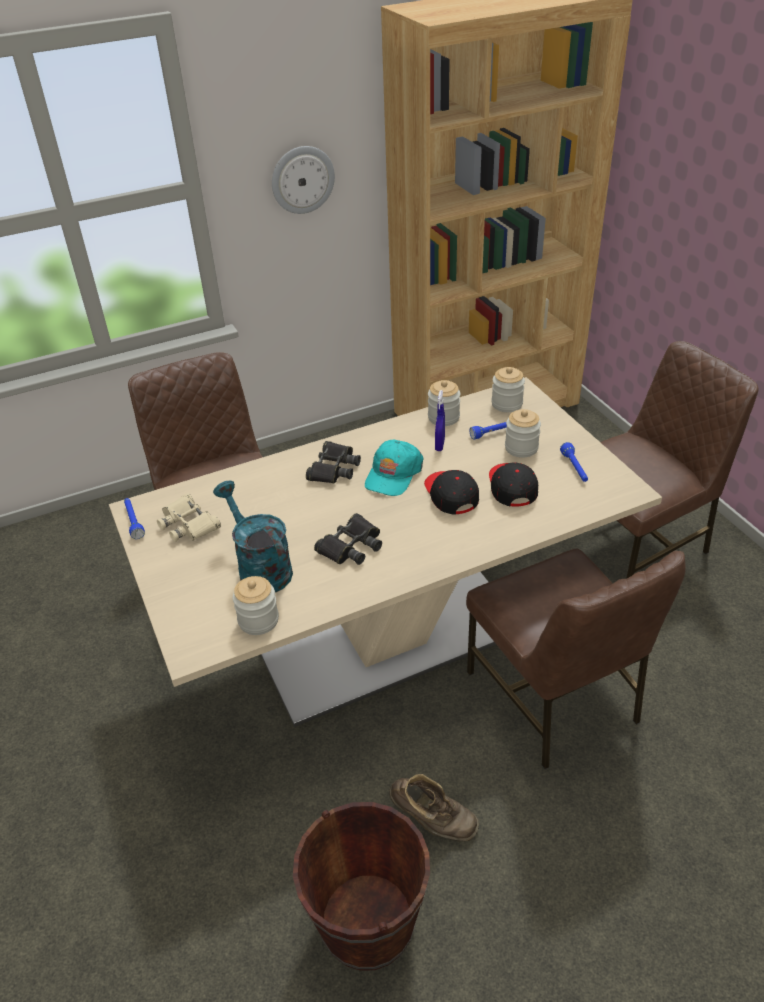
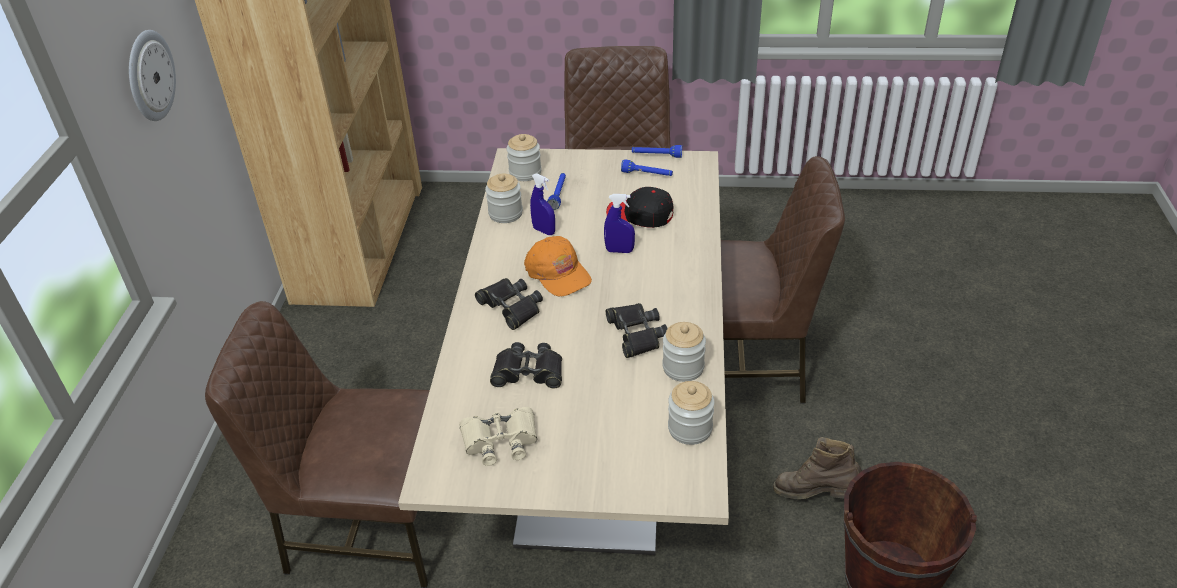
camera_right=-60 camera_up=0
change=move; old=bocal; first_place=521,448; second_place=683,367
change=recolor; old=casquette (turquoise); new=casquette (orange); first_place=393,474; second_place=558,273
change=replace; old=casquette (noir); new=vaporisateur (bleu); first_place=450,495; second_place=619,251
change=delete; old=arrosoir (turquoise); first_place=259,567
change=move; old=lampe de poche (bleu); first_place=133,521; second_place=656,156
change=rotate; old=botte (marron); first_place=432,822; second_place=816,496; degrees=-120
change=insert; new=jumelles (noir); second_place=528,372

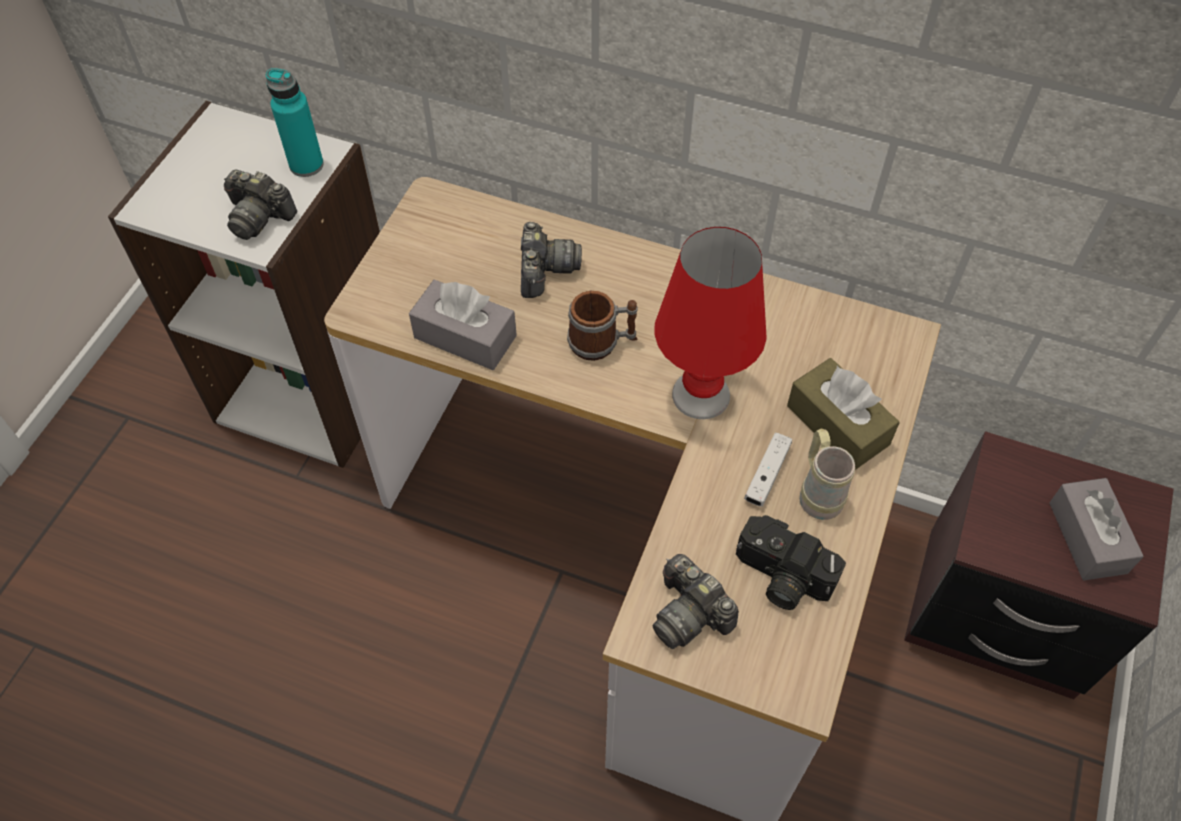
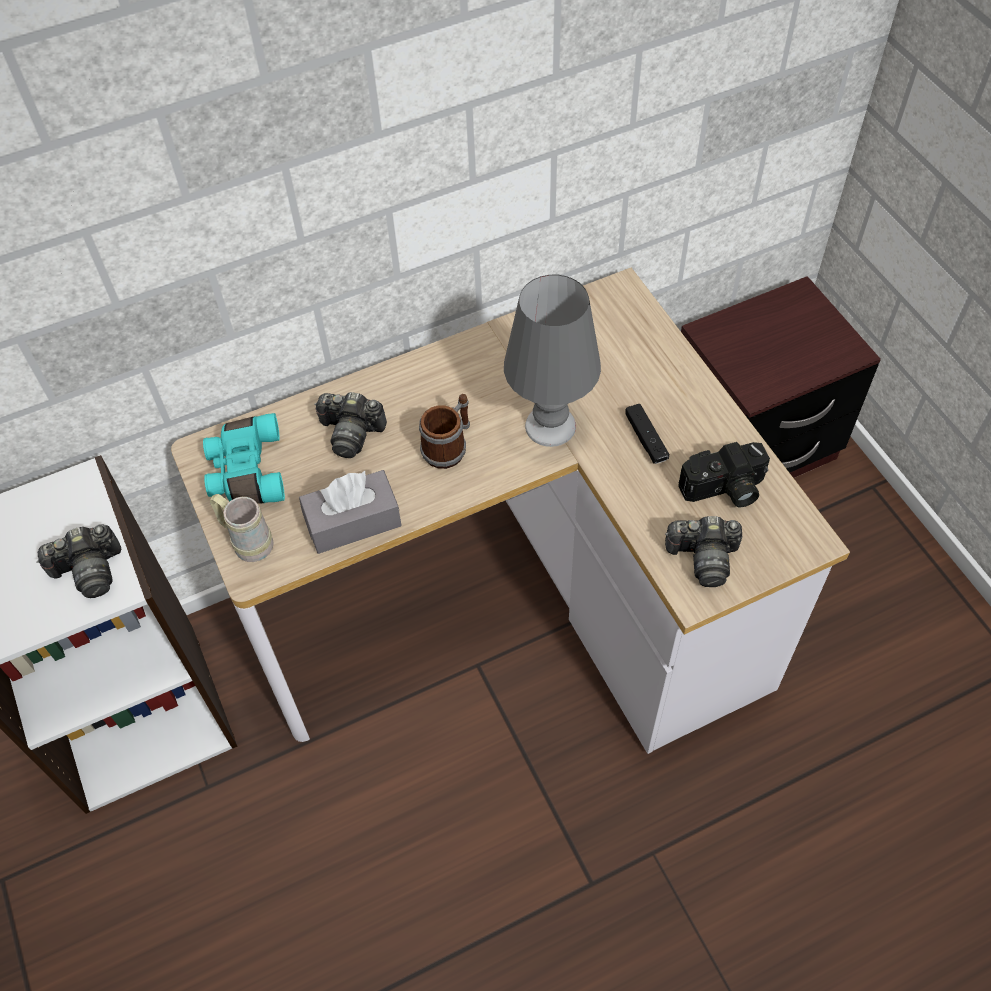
camera_right=-45 camera_up=0
change=delete; old=bouteille (turquoise); first_place=306,165
change=rotate; old=appareil photo; first_place=545,271; second_place=351,433; degrees=150
change=recolor; old=lampe de table (rouge); new=lampe de table (gris); first_place=701,395; second_place=551,426
change=delete; old=boîte à mouchoirs (marron); first_place=837,425
change=move; old=mug (beige); first_place=818,492; second_place=247,542
change=recolor; old=manette (blanc); new=manette (noir); first_place=767,475; second_place=646,439
change=delete; old=boîte à mouchoirs (gris); first_place=1087,537
change=insert; new=jumelles (turquoise); second_place=245,471

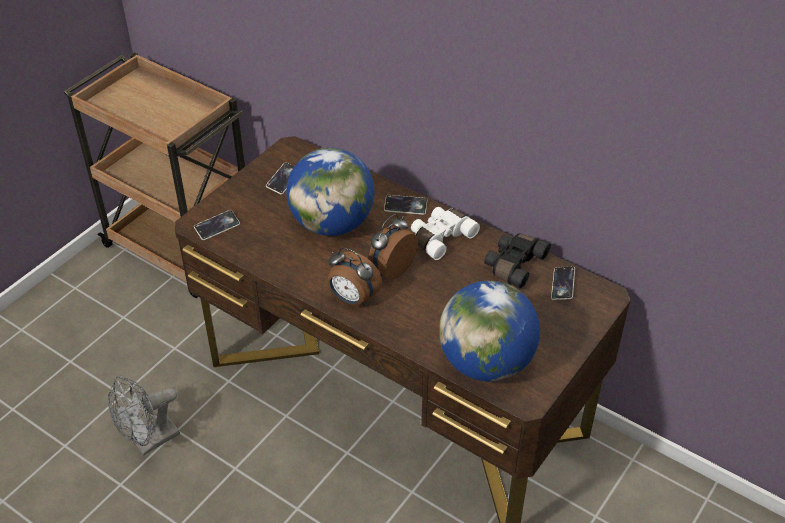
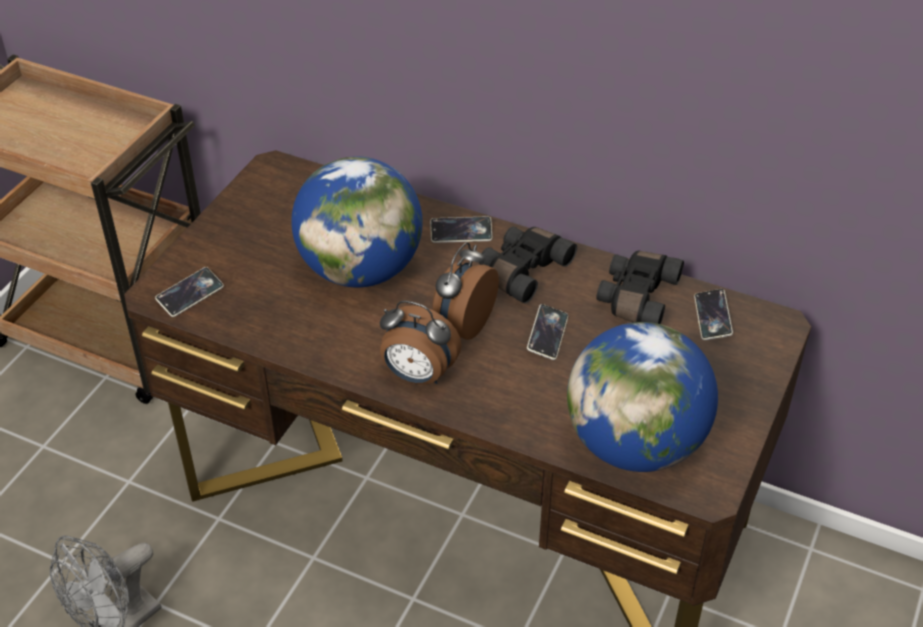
camera_right=-10 camera_up=0
change=move; old=téléphone; first_place=283,180; second_place=547,335
change=recolor; old=jumelles (blanc); new=jumelles (noir); first_place=440,237; second_place=522,270

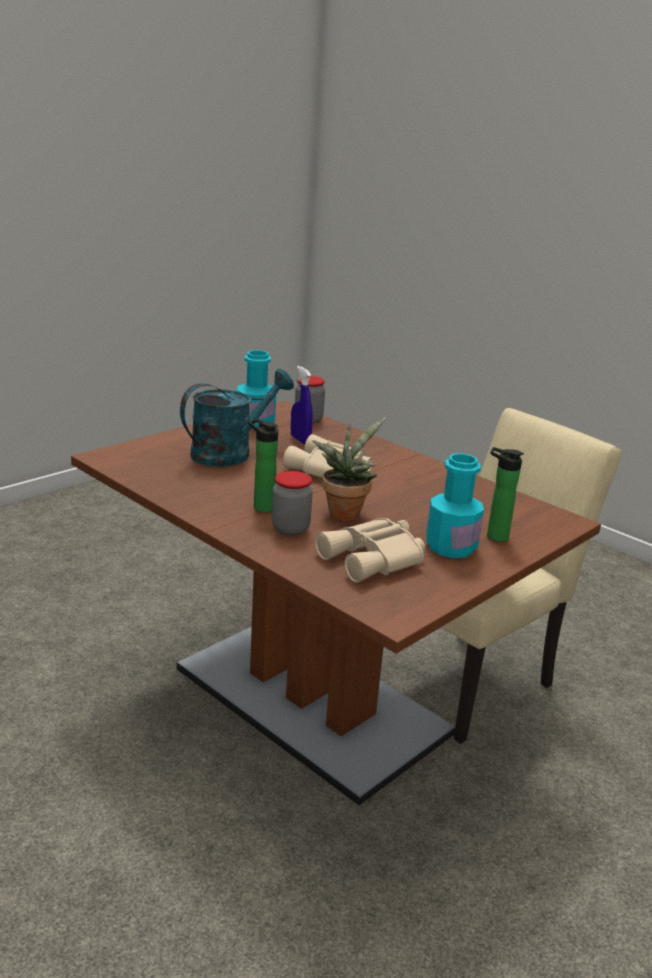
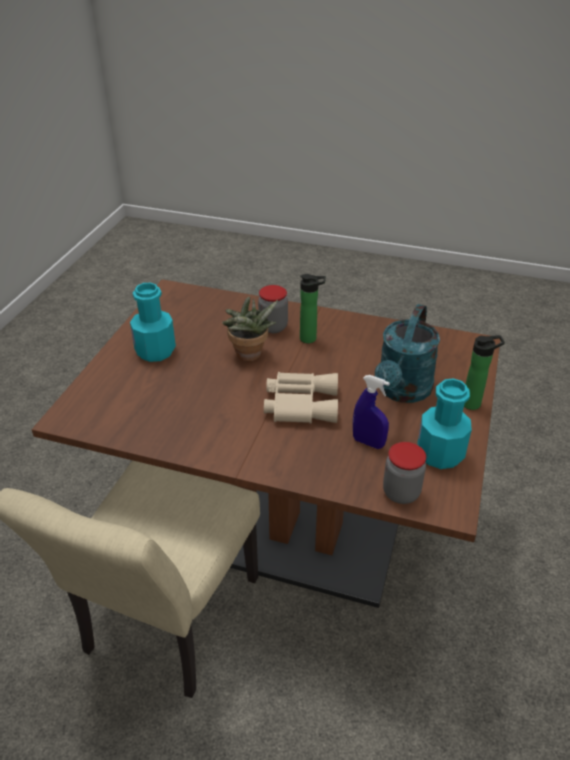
camera_right=155 camera_up=15
change=move; old=bouteille; first_place=493,536; second_place=474,403
change=delete; old=jumelles (beige); first_place=374,559

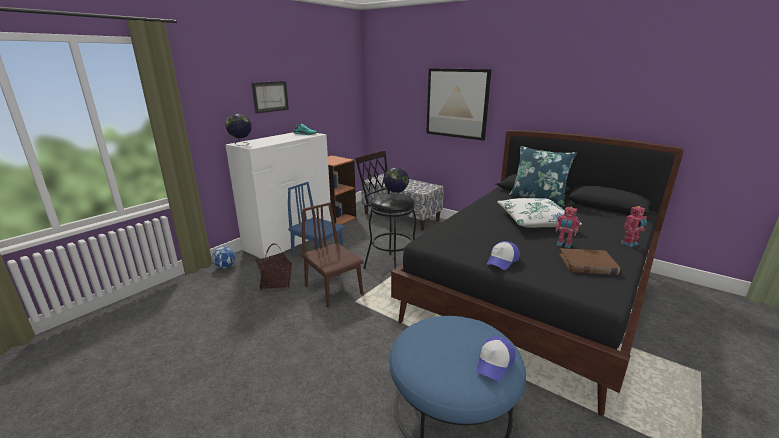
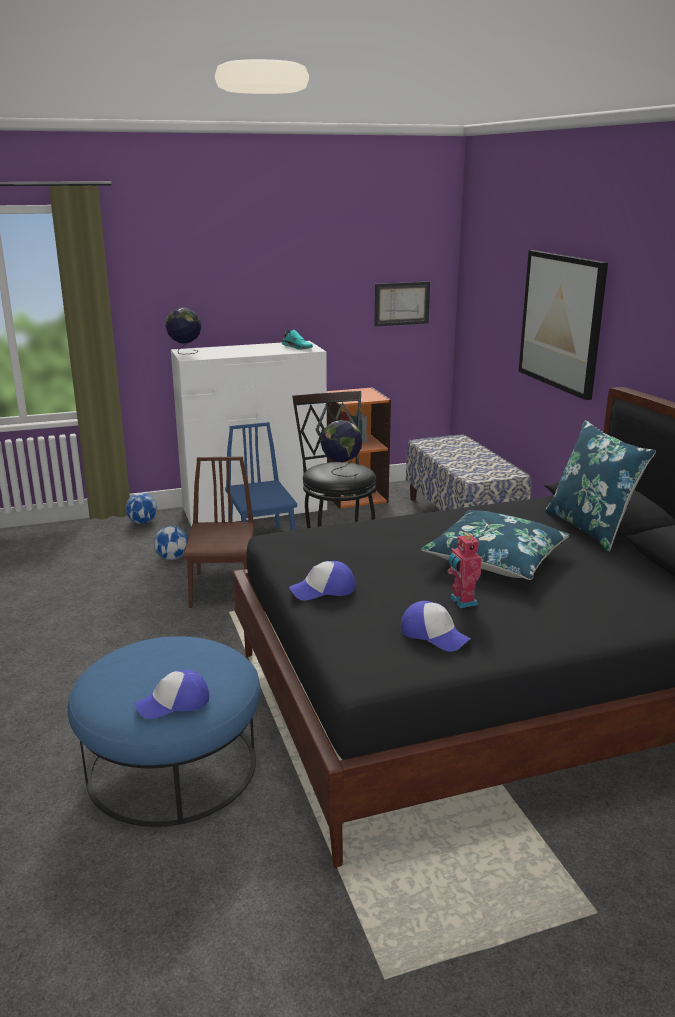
camera_right=35 camera_up=0
change=move; old=tableau; first_place=270,96; second_place=401,303
change=recolor; old=coussin (blanc); new=coussin (bleu); first_place=535,221; second_place=495,558
change=delete; old=robot jouet; first_place=630,244
change=replace; old=panier; new=ballon de foot; first_place=276,282; second_place=172,558
change=replace; old=livre (marron); new=casquette; first_place=587,264; second_place=434,635

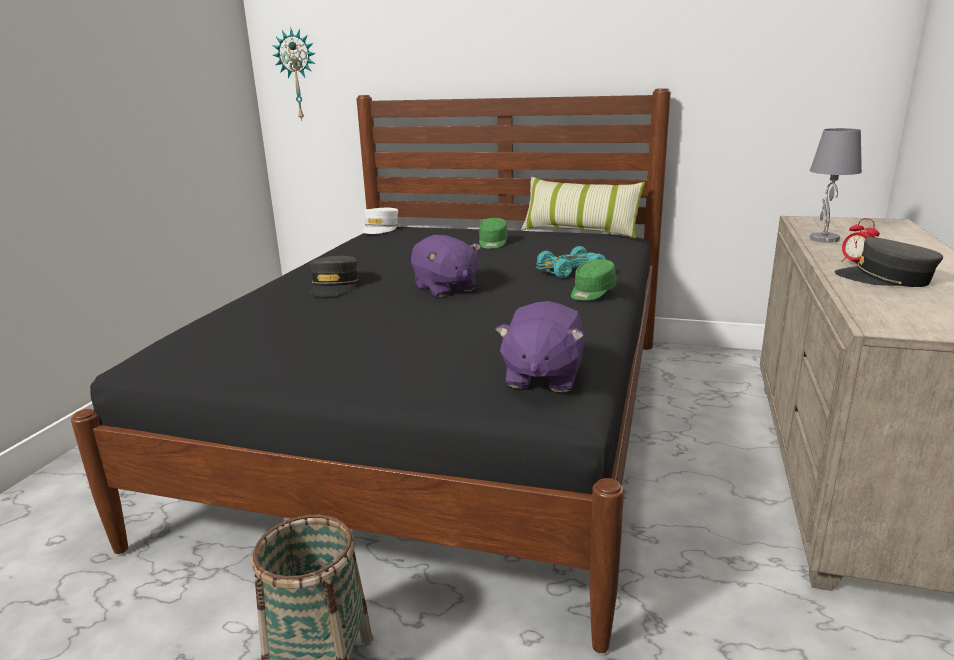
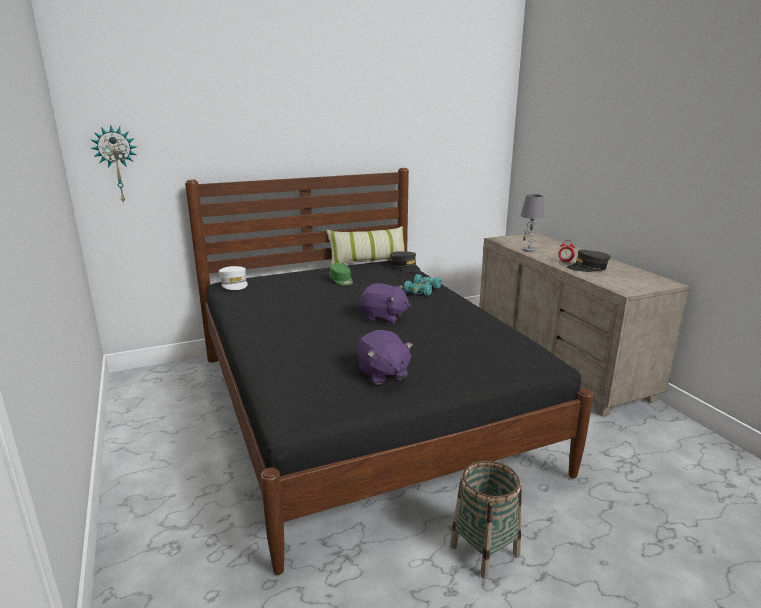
camera_right=-40 camera_up=0
change=move; old=casquette (gris); first_place=334,286; second_place=405,267
change=delete; old=casquette (vert); first_place=591,292
change=move; old=peluche (violet); first_place=542,377; second_place=382,374

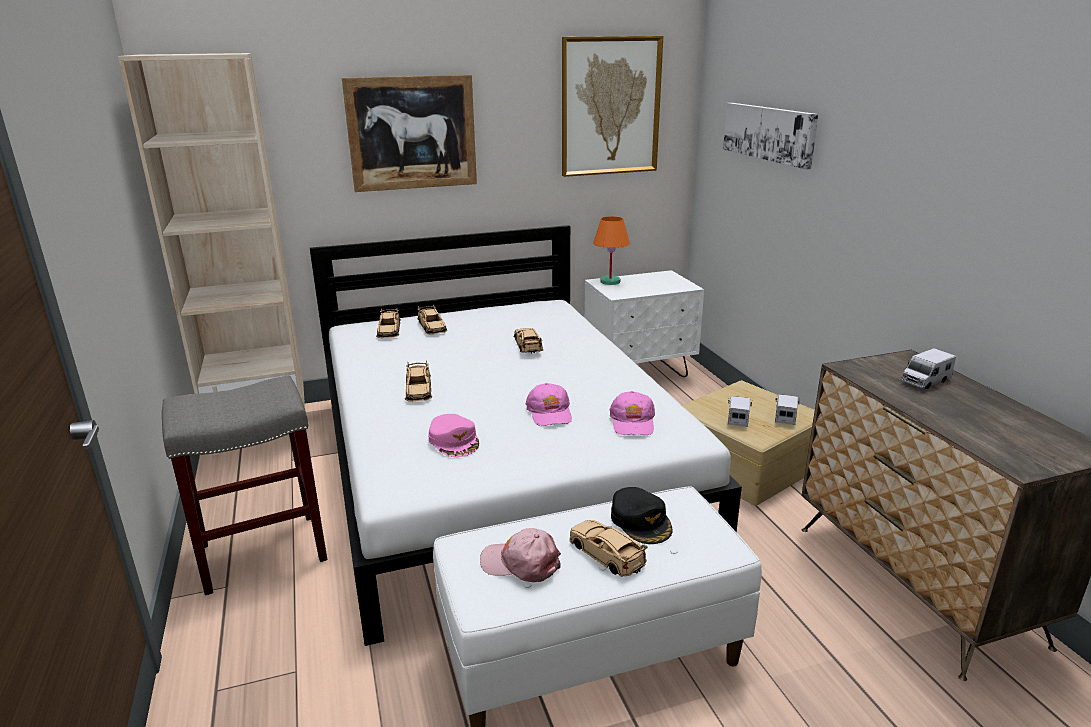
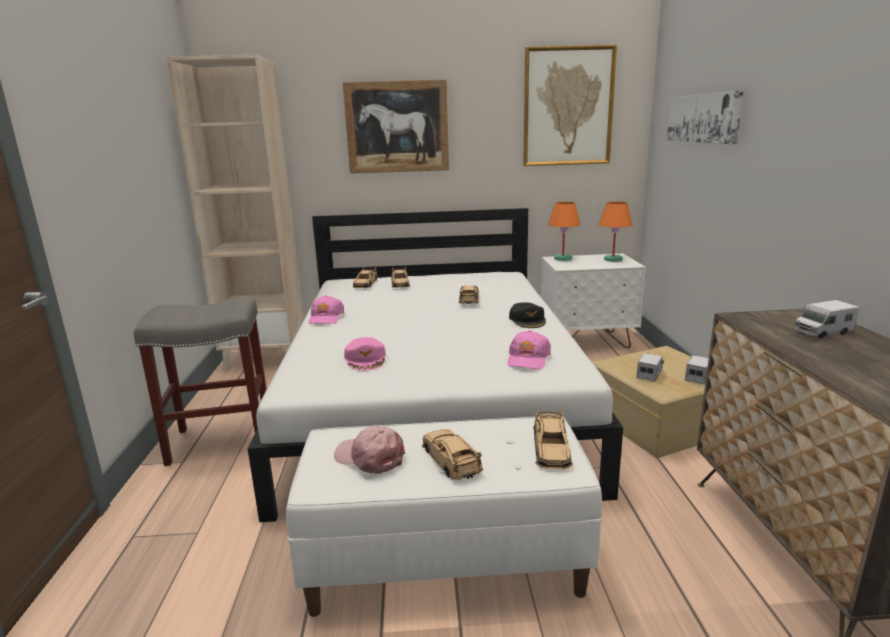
camera_right=15 camera_up=-5
change=move; old=petite voiture (beige); first_place=418,389; second_place=551,449
change=move; old=casquette (rose); first_place=550,412; second_place=326,318
change=move; old=casquette (noir); first_place=641,521; second_place=527,320
change=insert; new=lampe de table (orange); second_place=613,259

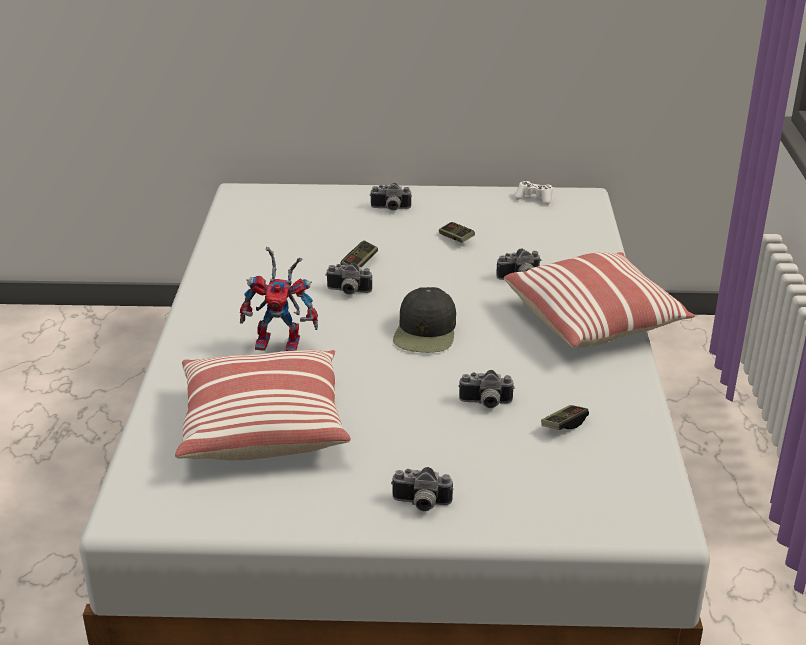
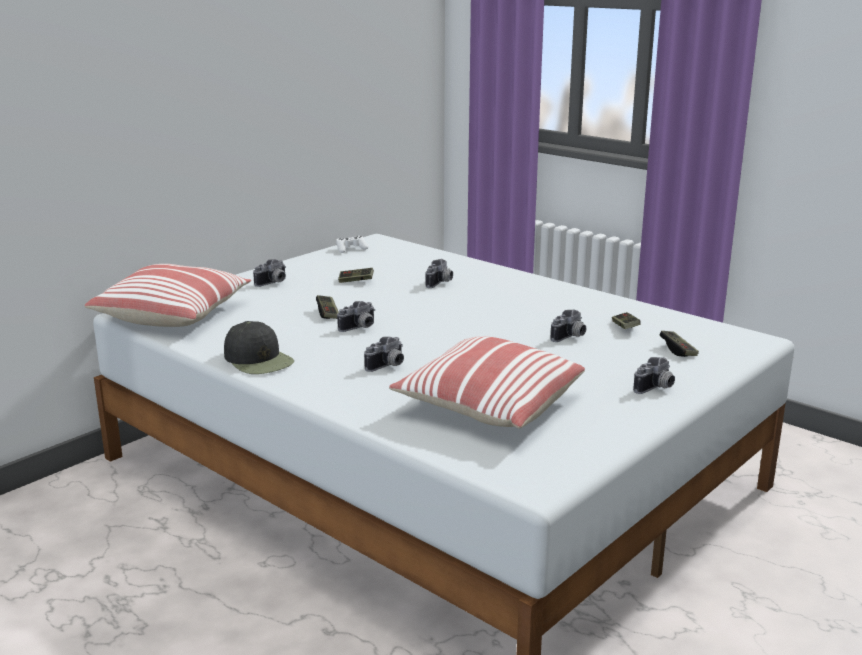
camera_right=-50 camera_up=-10
change=replace; old=robot jouet; new=appareil photo; first_place=283,342; second_place=388,366
change=move; old=coussin; first_place=595,320; second_place=173,314
change=move; old=casquette (noir); first_place=426,332; second_place=259,360
change=insert; new=manette; second_place=678,350

